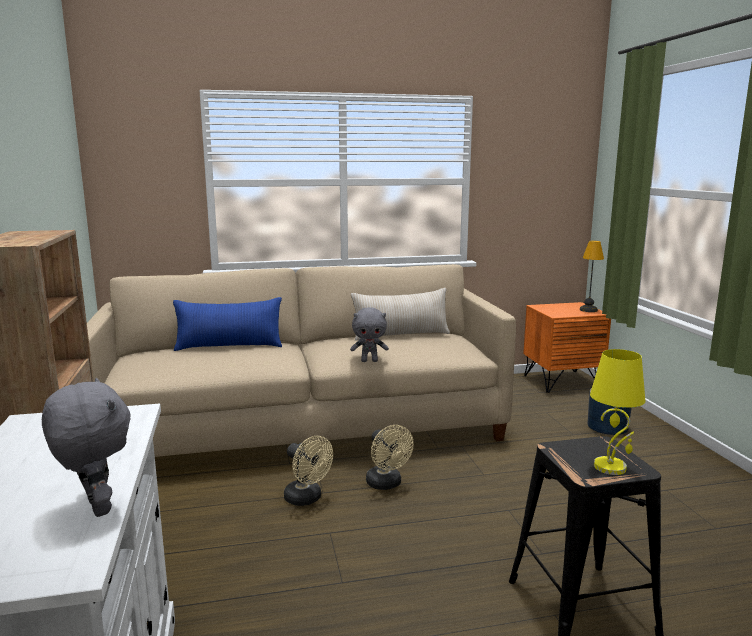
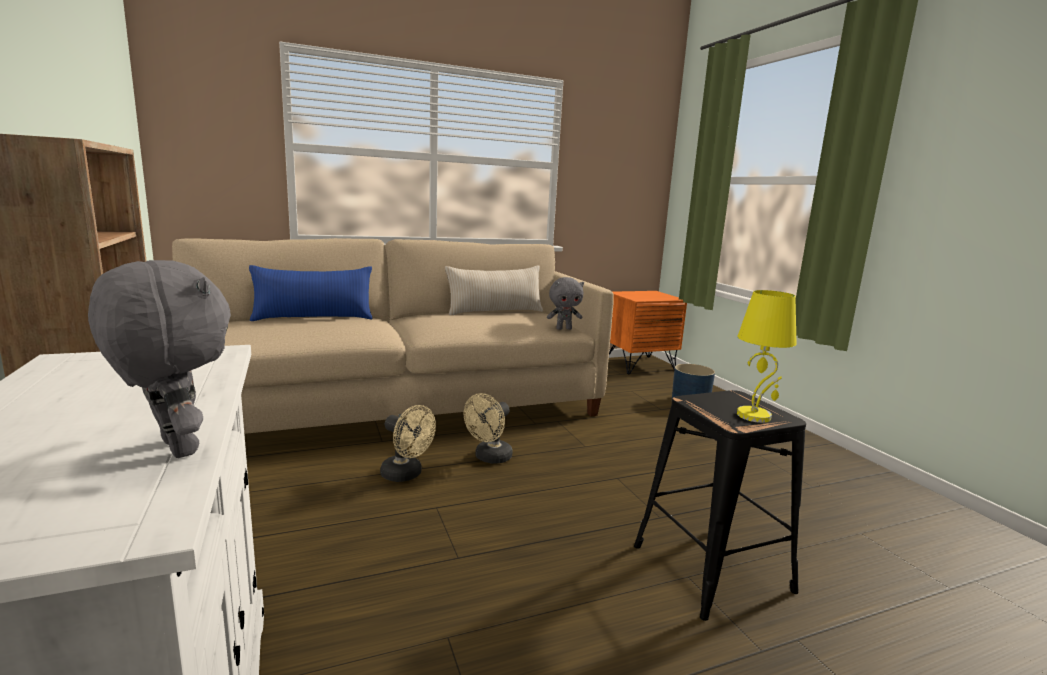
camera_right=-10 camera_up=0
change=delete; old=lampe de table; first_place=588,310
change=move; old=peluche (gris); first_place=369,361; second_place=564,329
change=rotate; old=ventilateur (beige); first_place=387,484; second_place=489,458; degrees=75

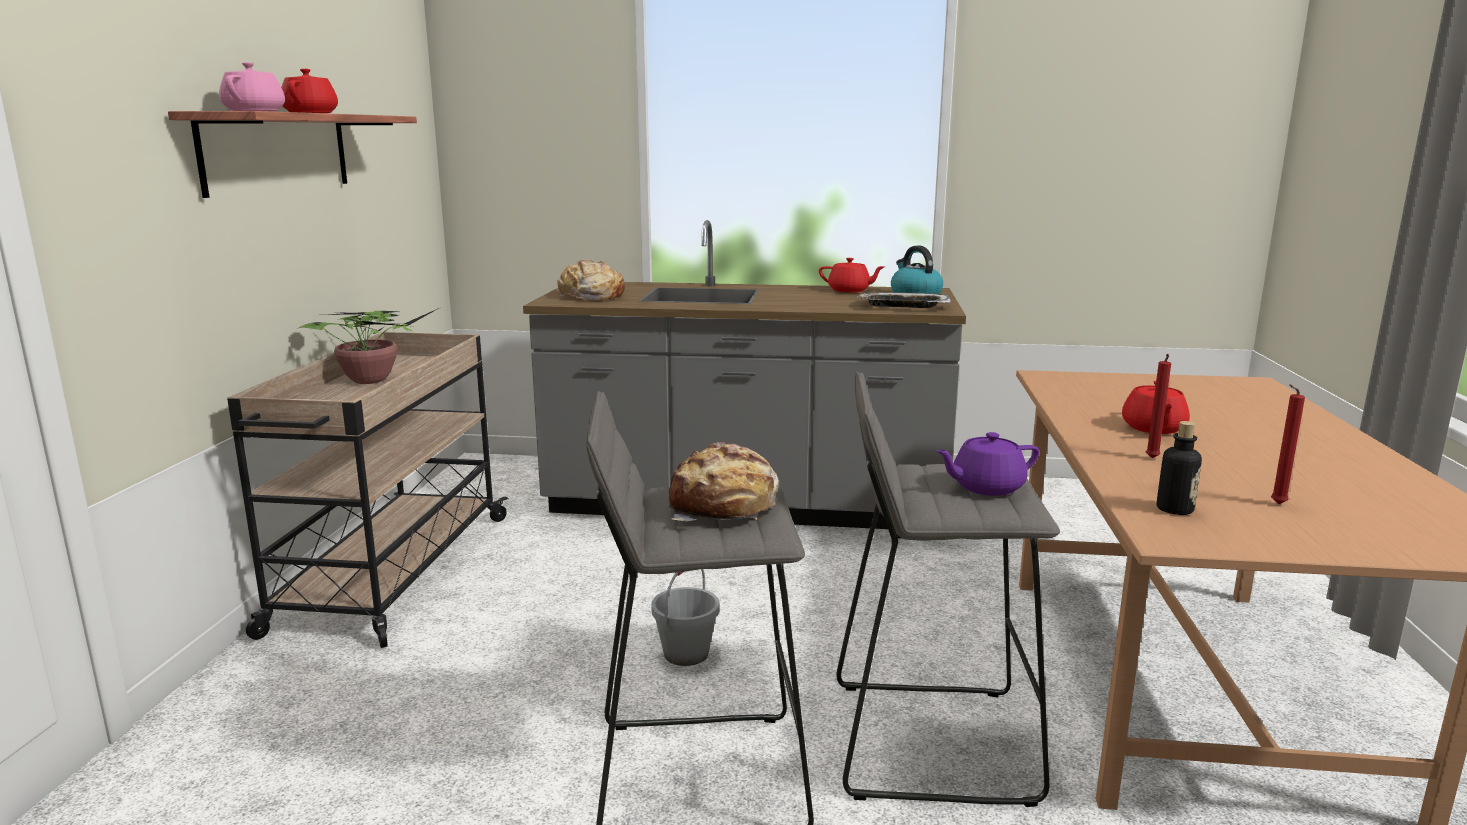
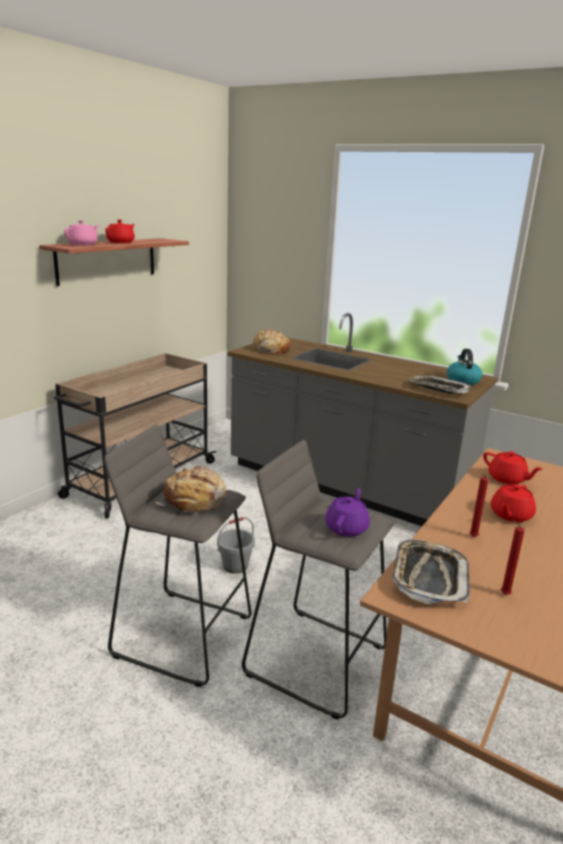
camera_right=25 camera_up=5
change=move; old=théière (rouge); first_place=849,290; second_place=507,479
change=delete; old=plante en pot; first_place=372,379
change=replace; old=bouteille; new=plateau; first_place=1174,509; second_place=428,577
change=rotate; old=théière (violet); first_place=986,487; second_place=347,528; degrees=105

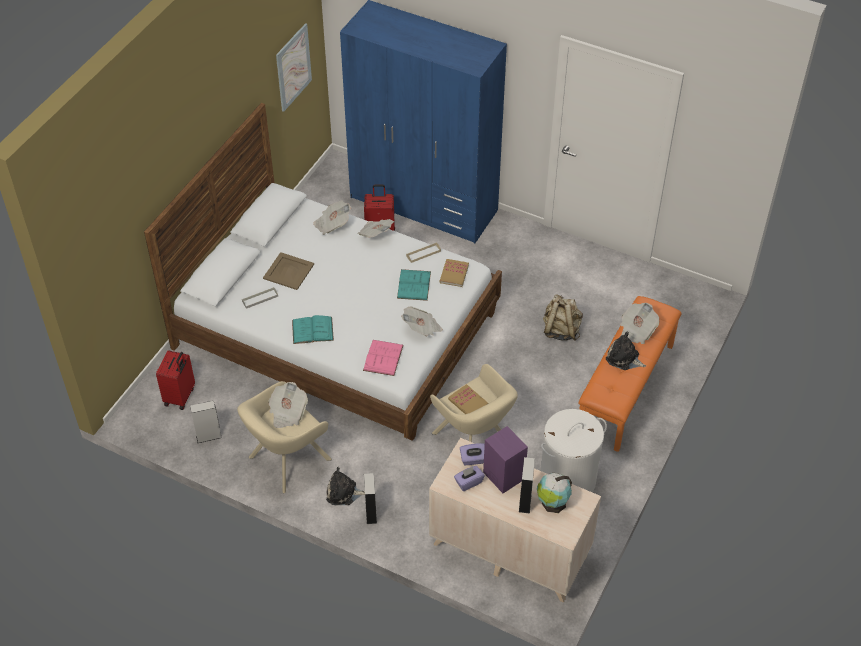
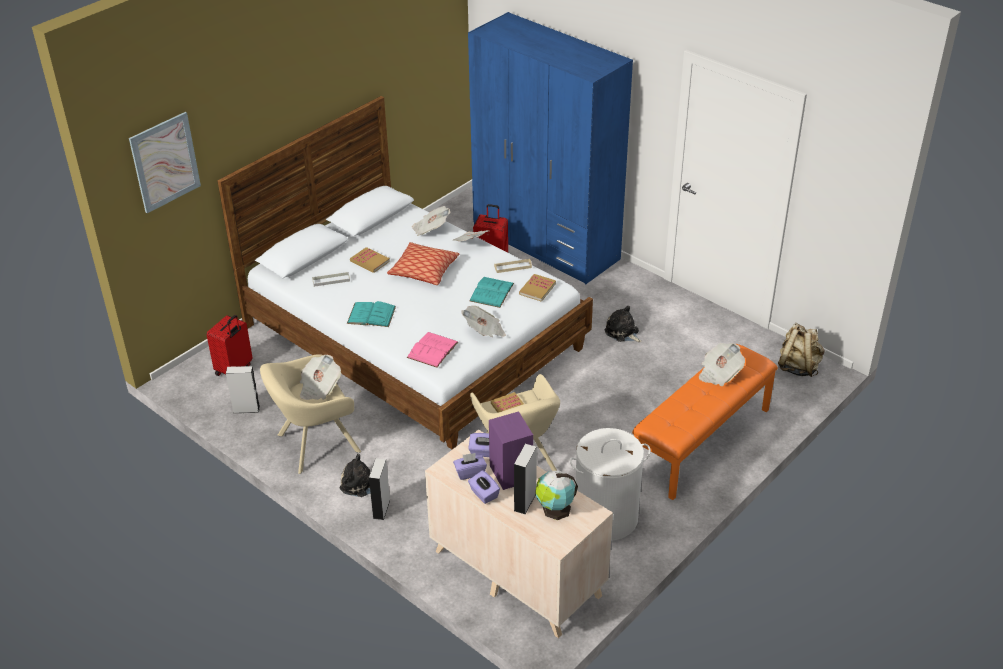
camera_right=15 camera_up=-10
change=move; old=tableau; first_place=293,67; second_place=165,162
change=replace; old=plateau (beige); new=livre; first_place=288,271; second_place=369,261
change=move; old=sac à dos (beige); first_place=561,330; second_place=798,367
change=move; old=peluche; first_place=624,358; second_place=623,332
change=insert; new=coussin; second_place=423,271
change=insert; new=boîte à mouchoirs (violet); second_place=483,494

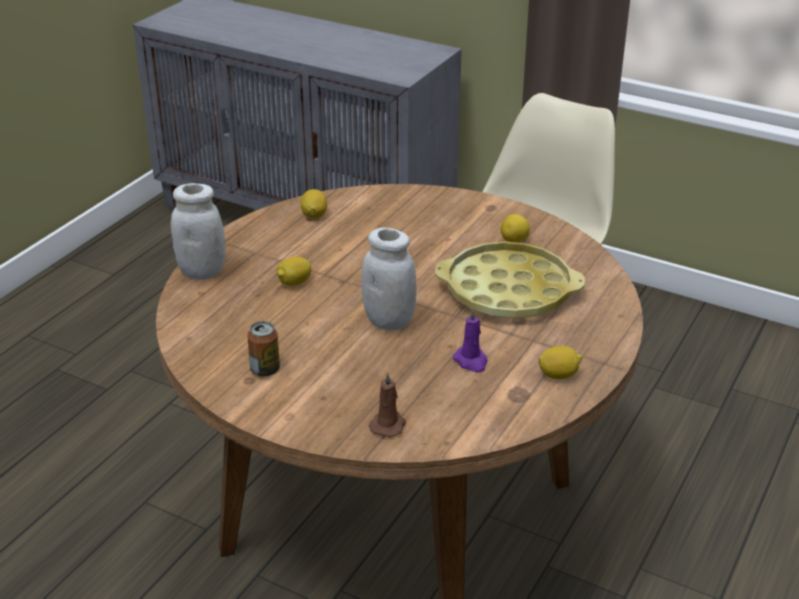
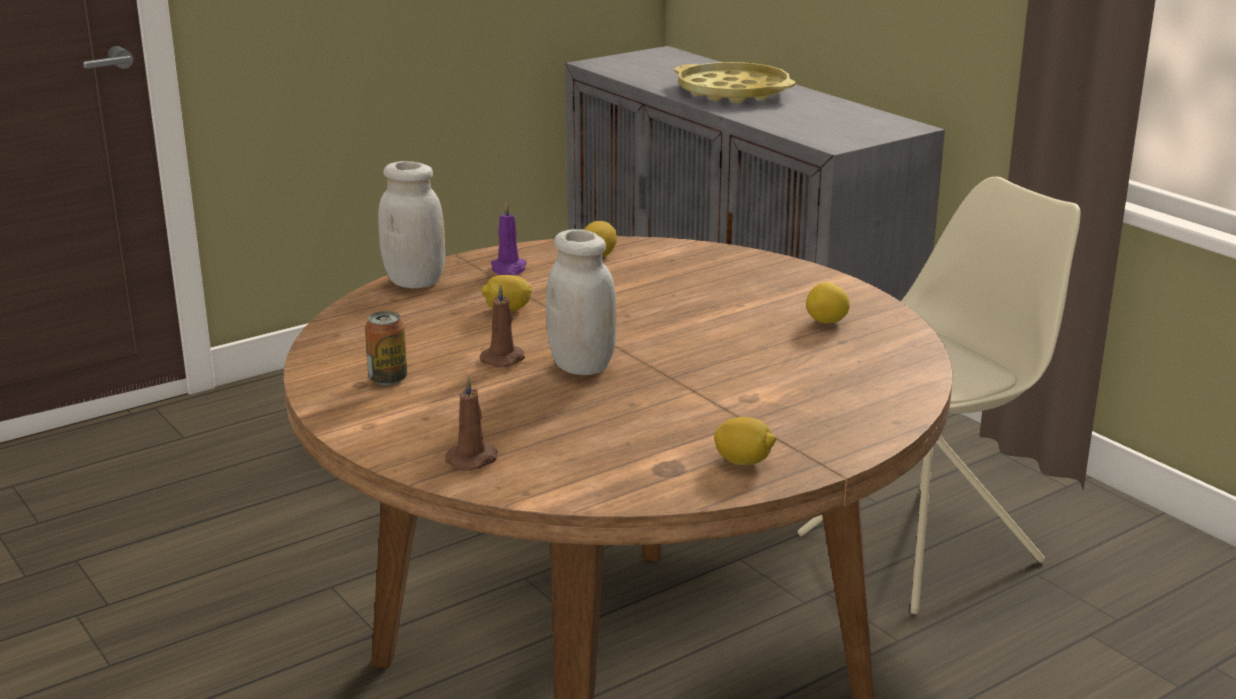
camera_right=25 camera_up=-10
change=move; old=plateau (jaune); first_place=508,290; second_place=733,92
change=move; old=bougie (violet); first_place=471,361; second_place=508,269
change=insert; new=bougie (marron); second_place=504,359

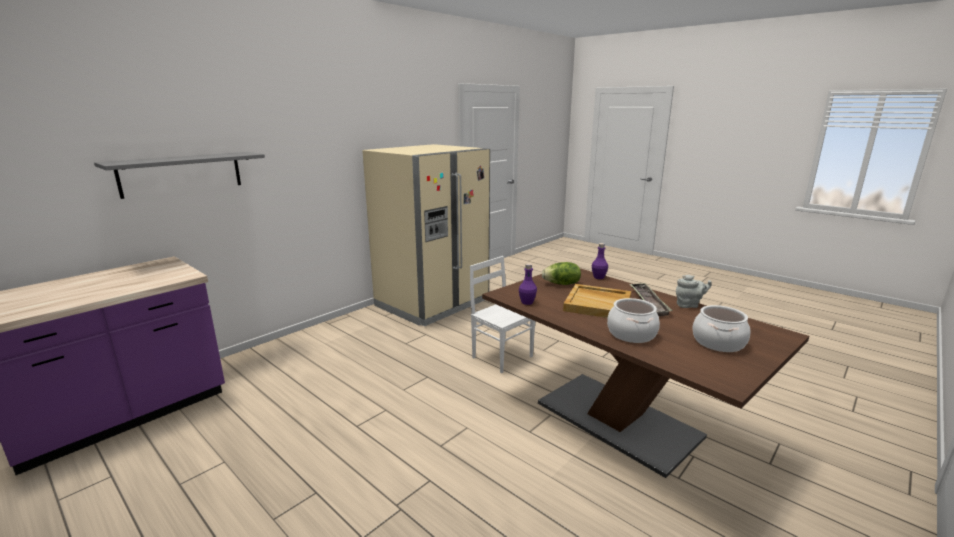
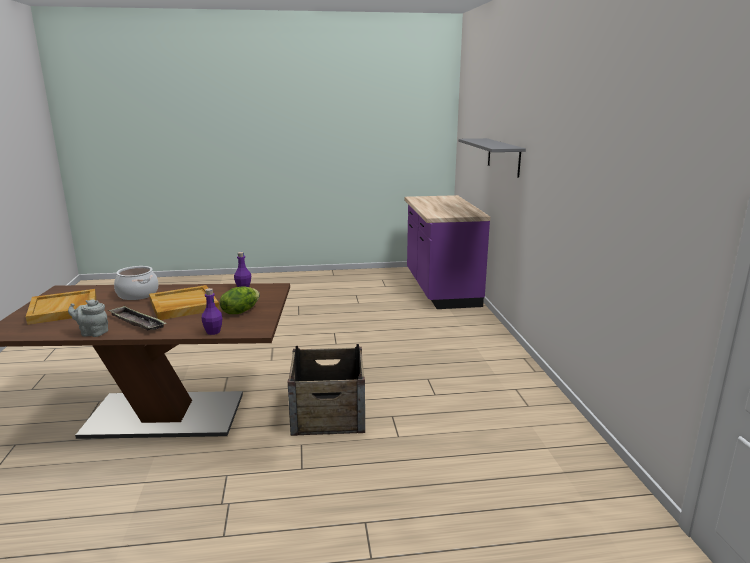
camera_right=130 camera_up=0
change=delete; old=réfrigérateur (beige); first_place=432,303
change=replace; old=chaise (blanc); new=caisse; first_place=502,356; second_place=328,414
change=rotate; old=théière (gris); first_place=689,305; second_place=92,333; degrees=60
change=replace; old=marmite; new=plateau (beige); first_place=718,342; second_place=64,309

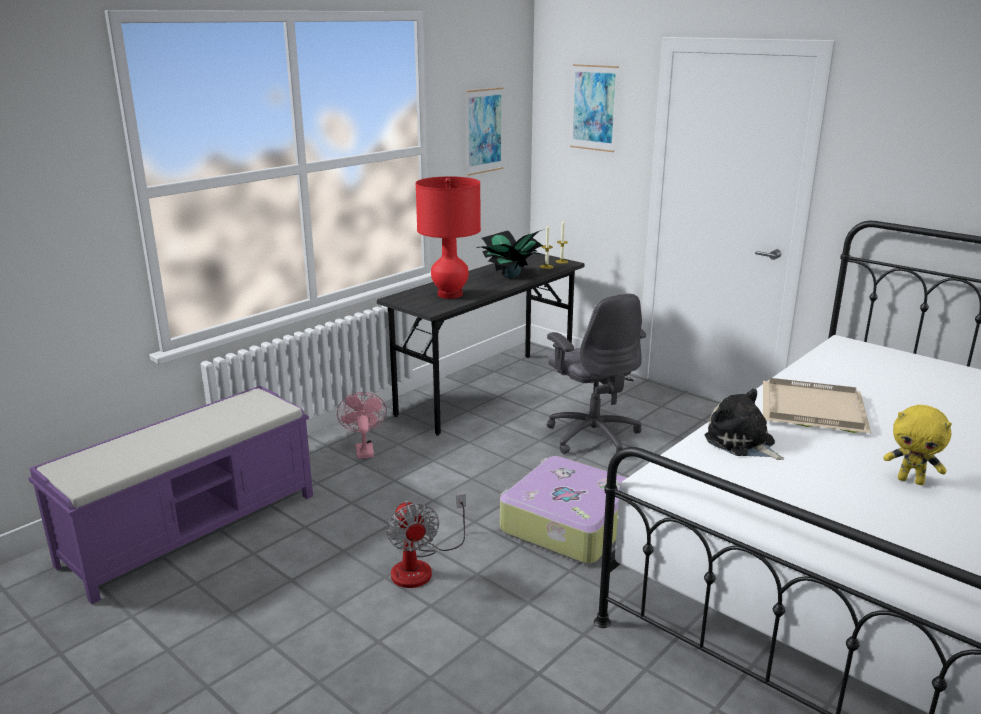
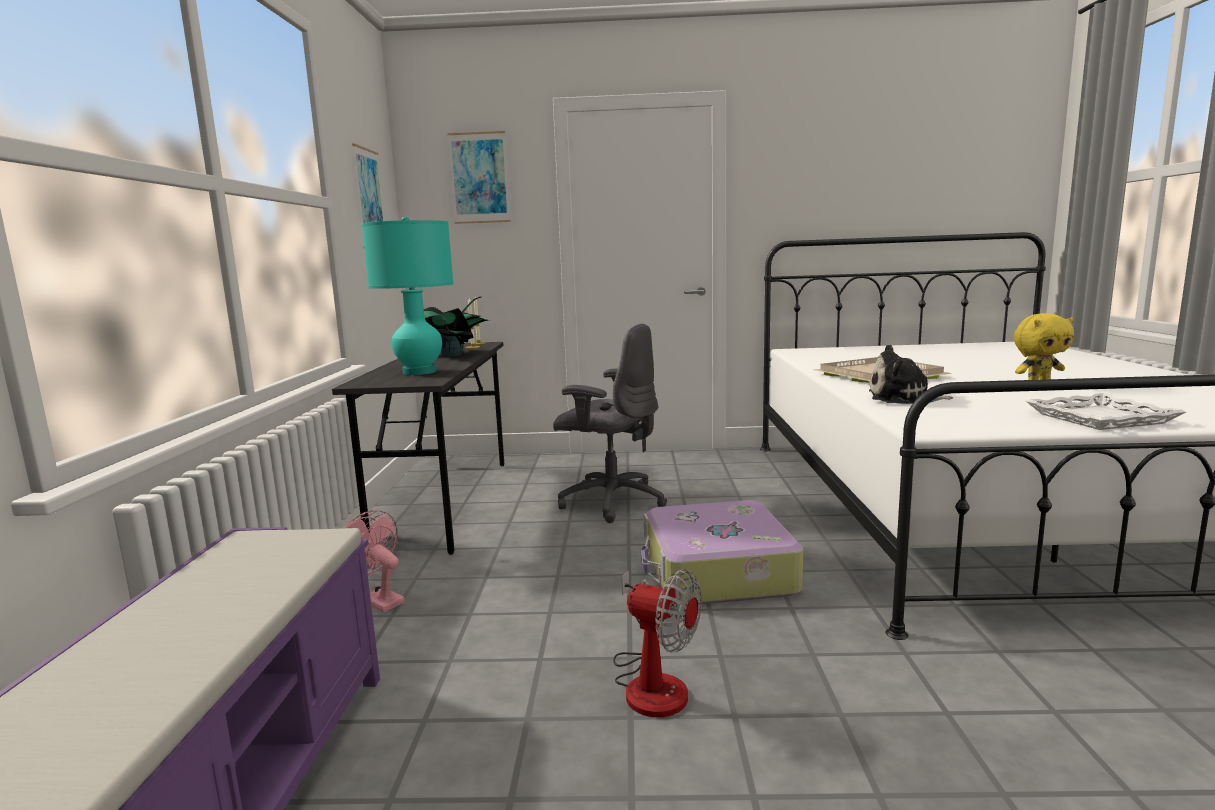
camera_right=-40 camera_up=-10
change=recolor; old=lampe de table (rouge); new=lampe de table (turquoise); first_place=450,294; second_place=419,372
change=insert; new=plateau (blanc); second_place=1101,419

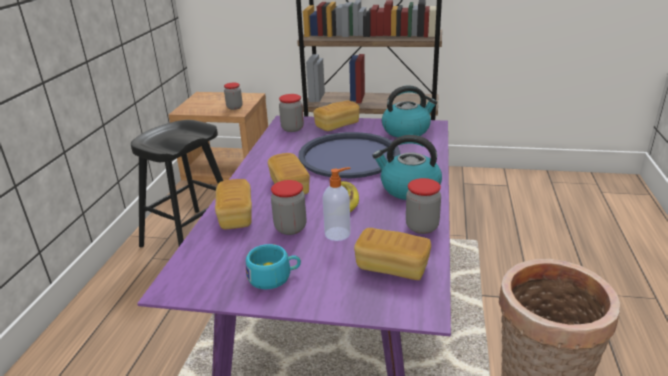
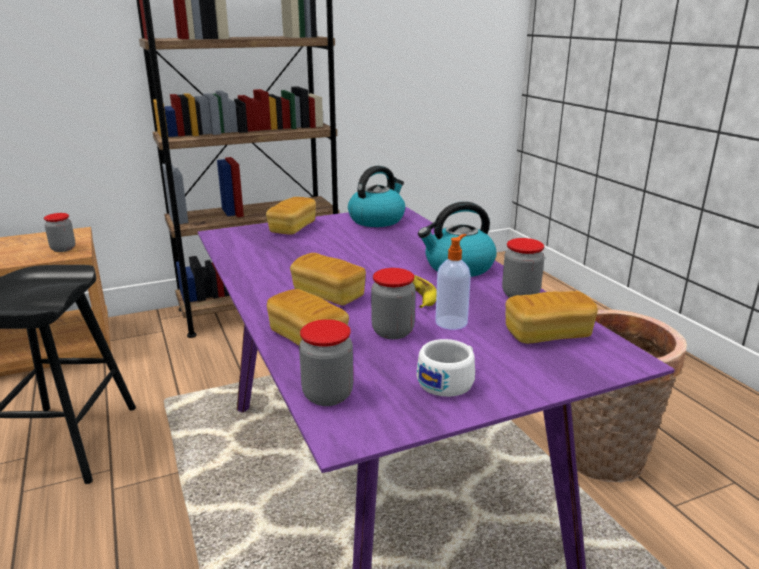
camera_right=-35 camera_up=-5
change=move; old=bocal; first_place=292,128; second_place=327,395
change=delete; old=plateau (bleu); first_place=349,156
change=recolor; old=tasse (turquoise); new=tasse (blanc); first_place=274,277; second_place=449,381

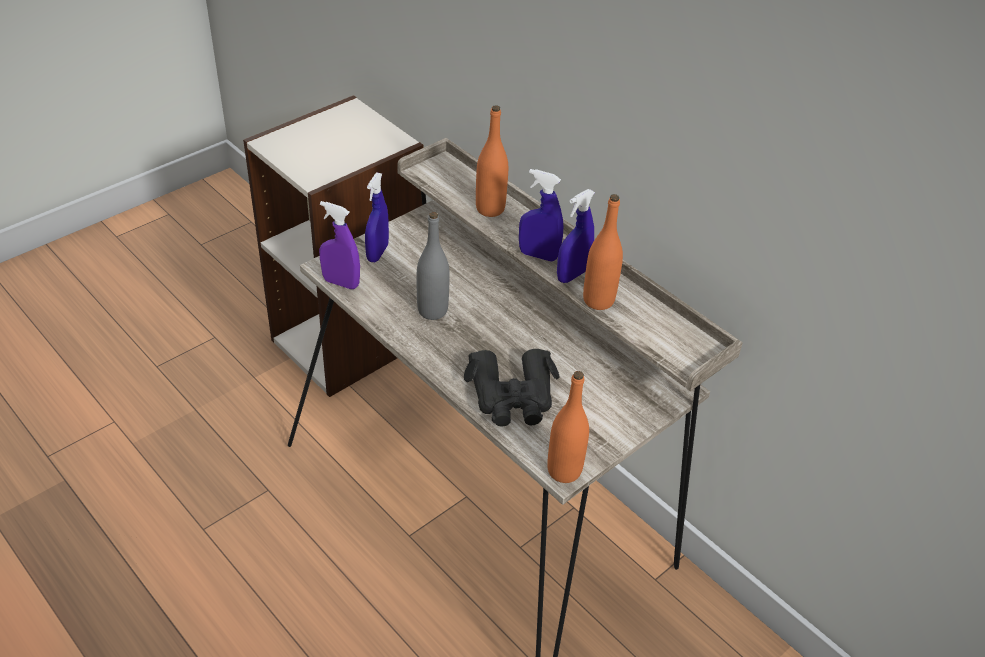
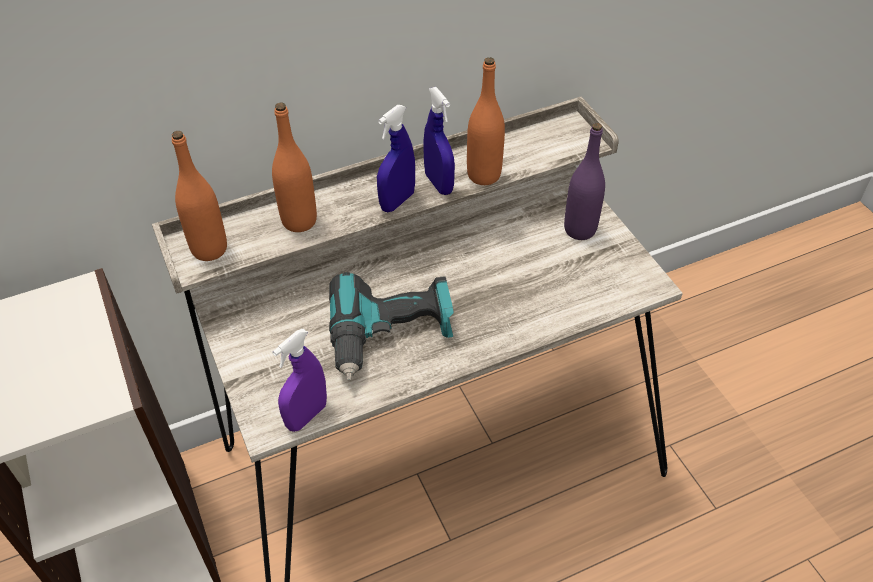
camera_right=-70 camera_up=5
change=delete; old=vaporisateur (bleu); first_place=377,253
change=replace; old=bouteille (gris); new=perceuse; first_place=432,310; second_place=391,335
change=delete; old=jumelles (noir); first_place=512,396
change=move; old=bouteille (orange); first_place=564,470; second_place=209,249
change=insert; new=bouteille (violet); second_place=580,229

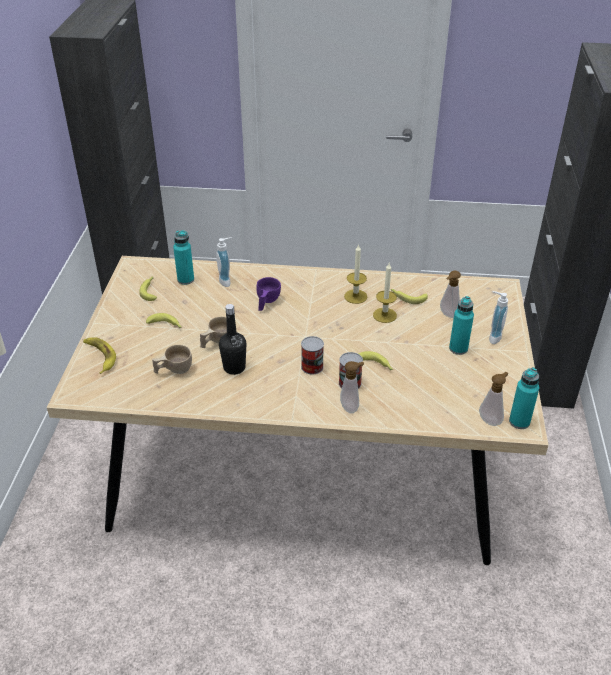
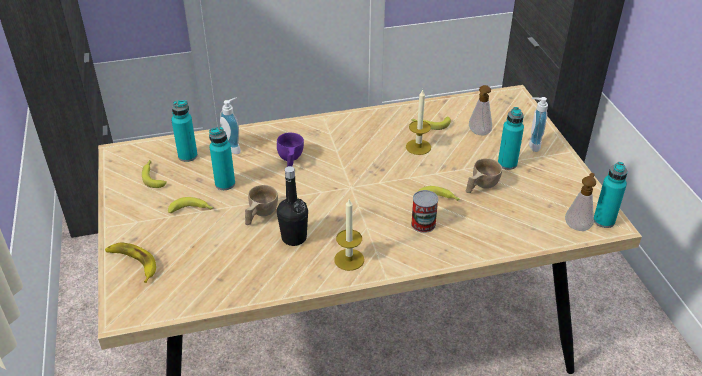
camera_right=-20 camera_up=0
change=move; old=bougie; first_place=355,296; second_place=349,259
change=delete; old=boîte métallique; first_place=312,367
change=move; old=tasse (beige); first_place=173,370; second_place=480,186
change=delete; old=distributeur de savon; first_place=351,407
change=insert; new=bouteille (turquoise); second_place=225,184

